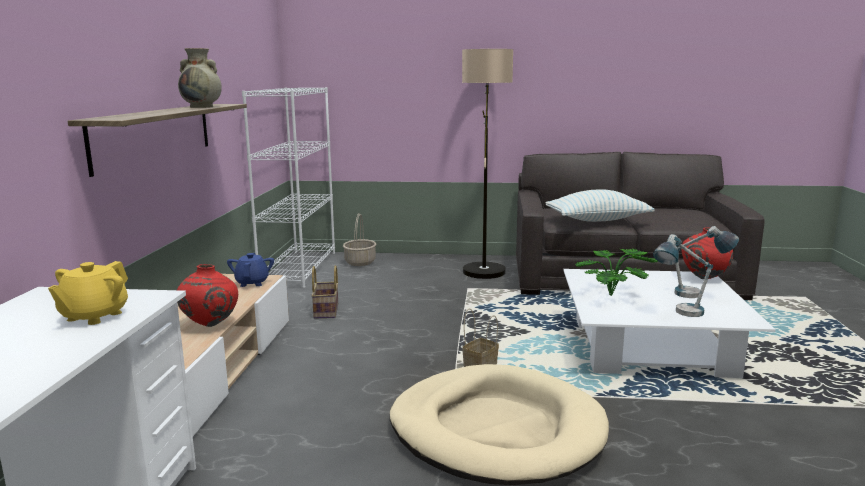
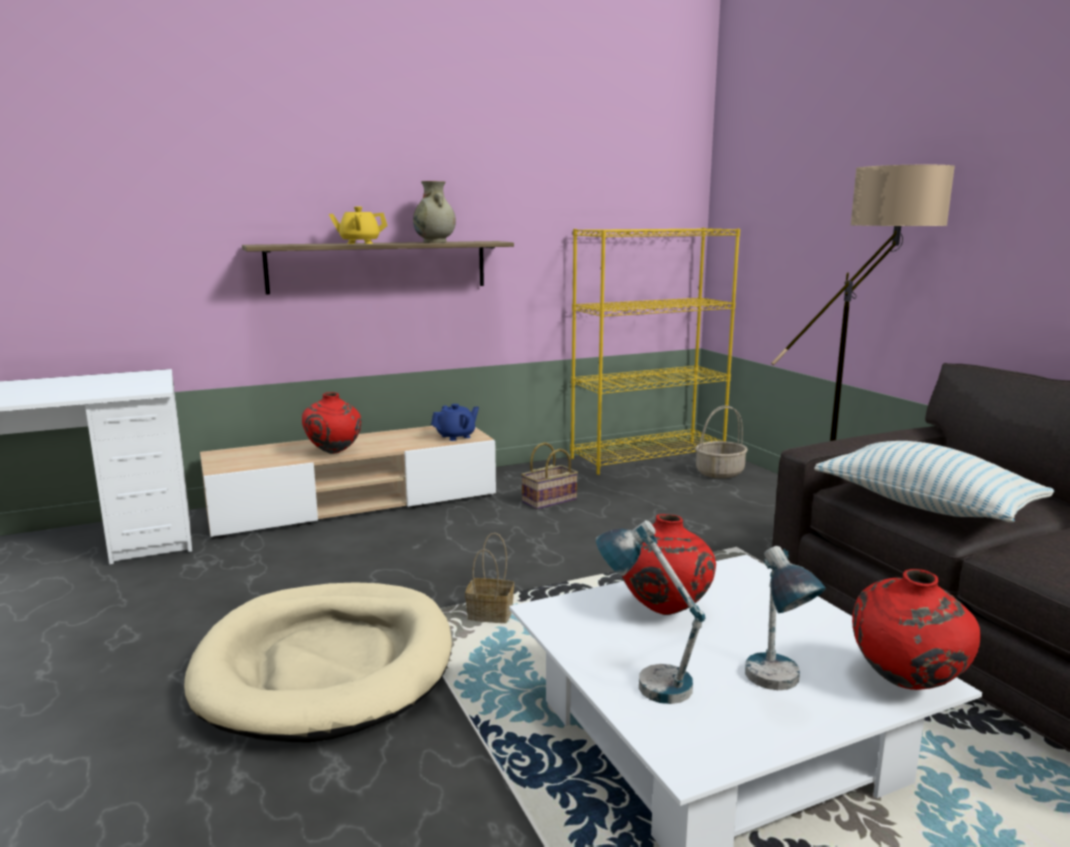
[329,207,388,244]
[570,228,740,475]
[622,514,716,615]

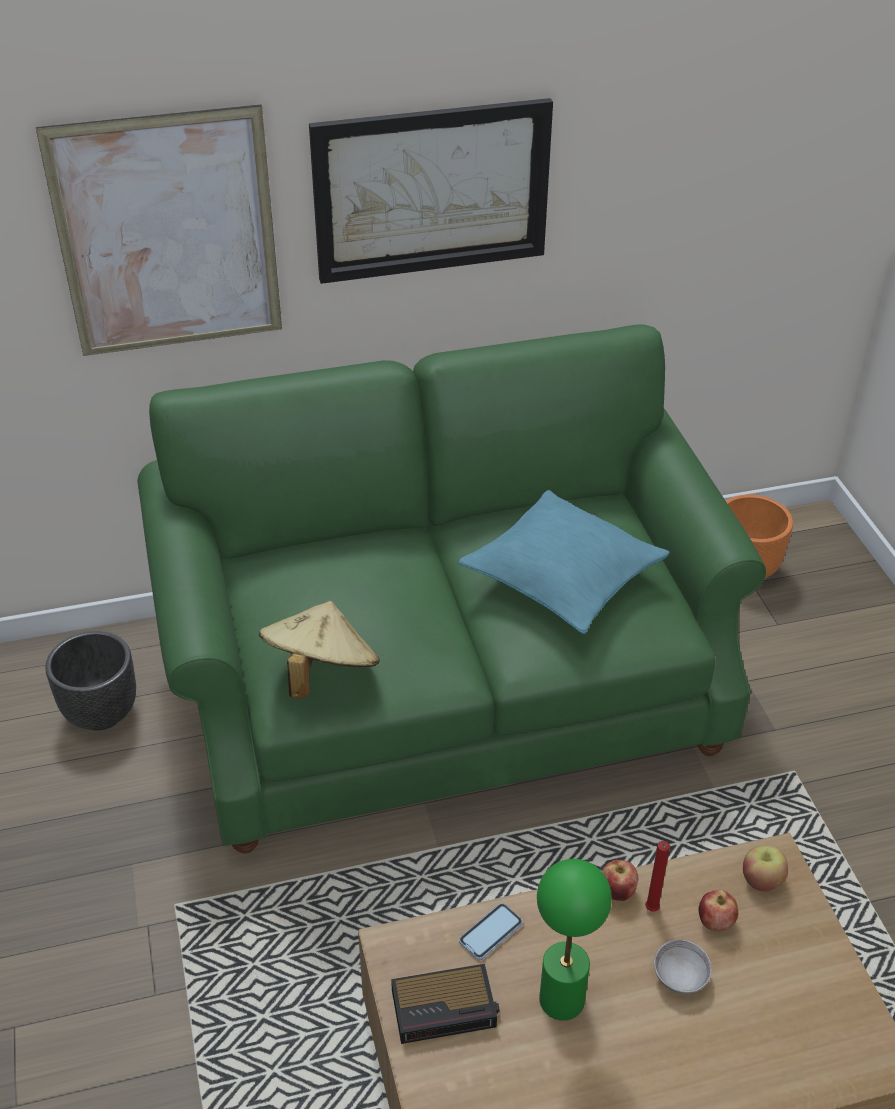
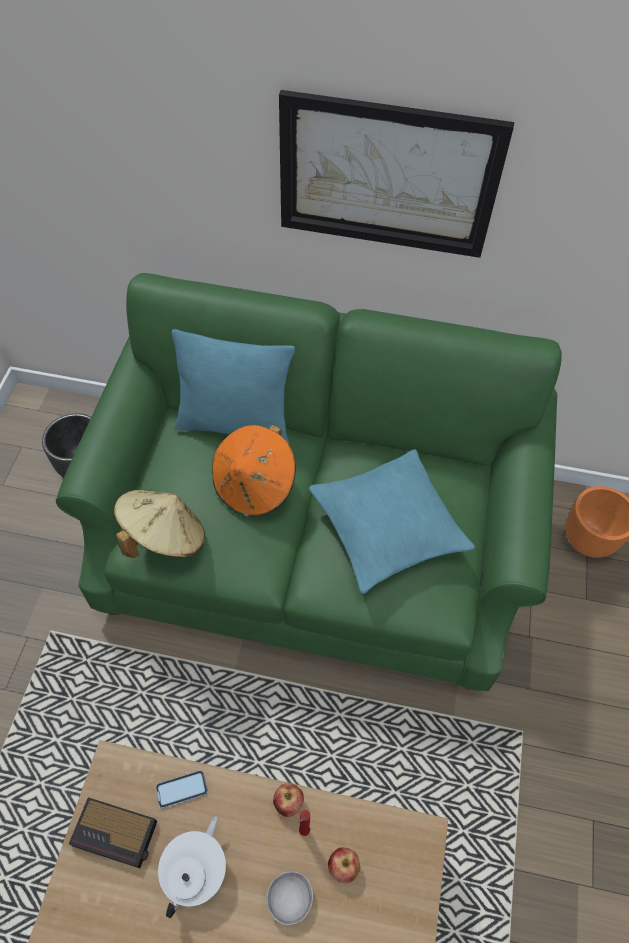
[158,816,226,918]
[171,329,295,444]
[212,425,296,517]
[36,104,282,356] (first image)
[743,846,788,892] (first image)

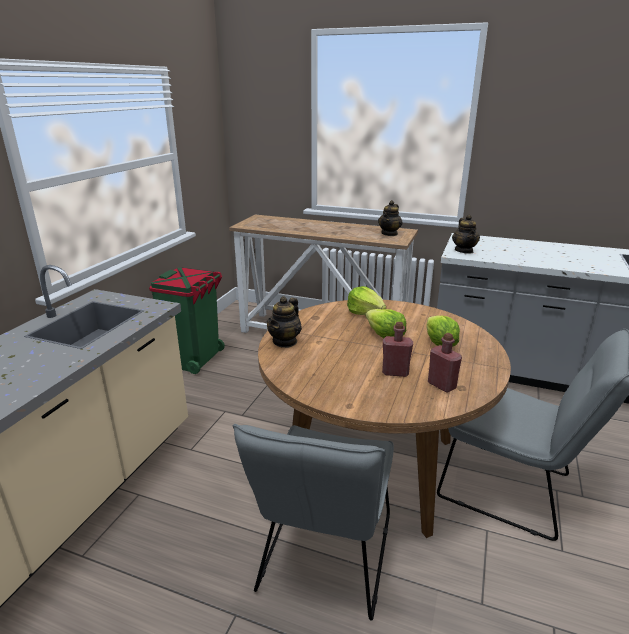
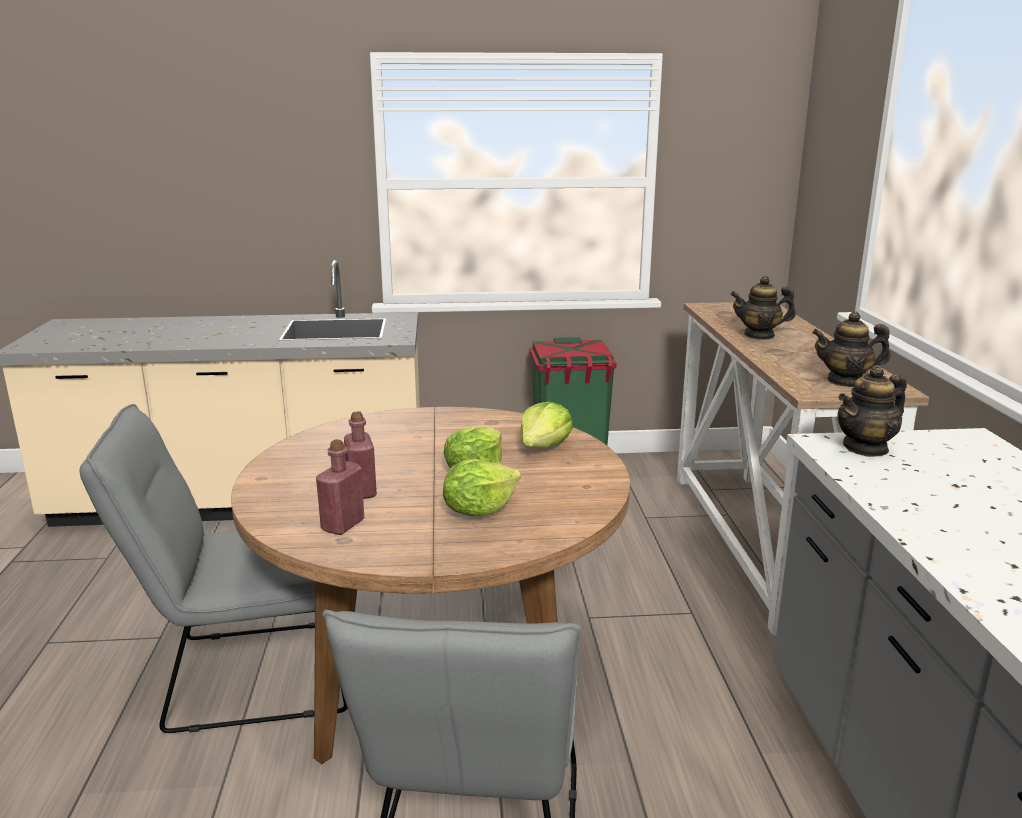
[730,276,796,340]

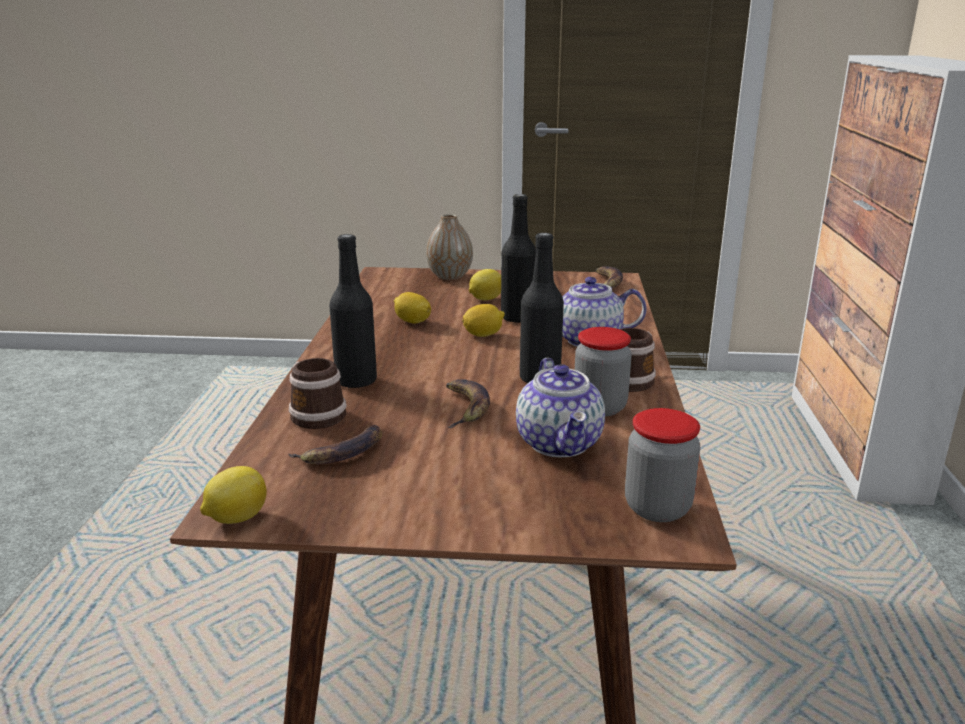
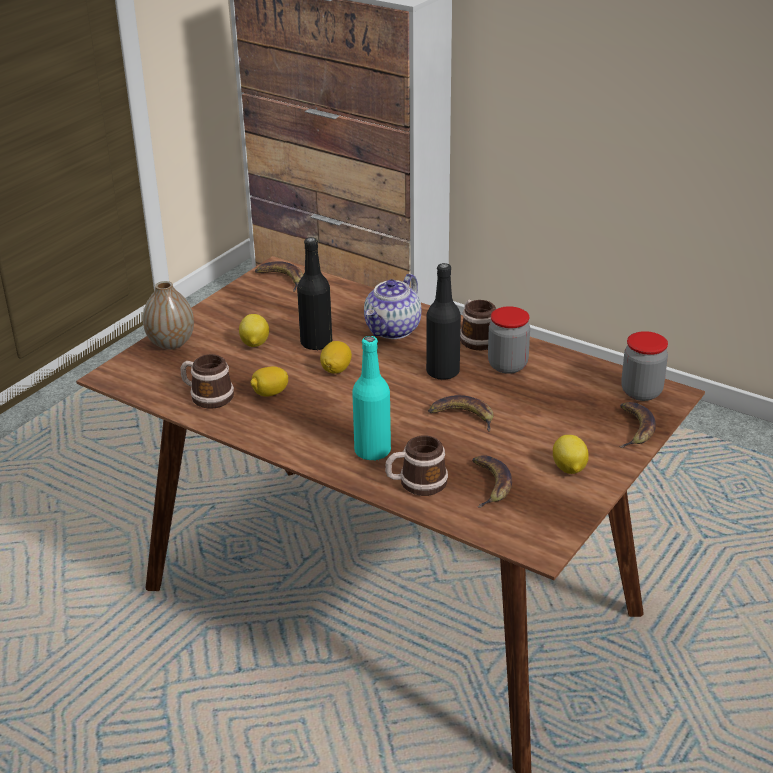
[180,354,234,409]
[352,336,391,460]
[553,435,589,474]
[620,402,656,448]
[516,358,605,457] (first image)

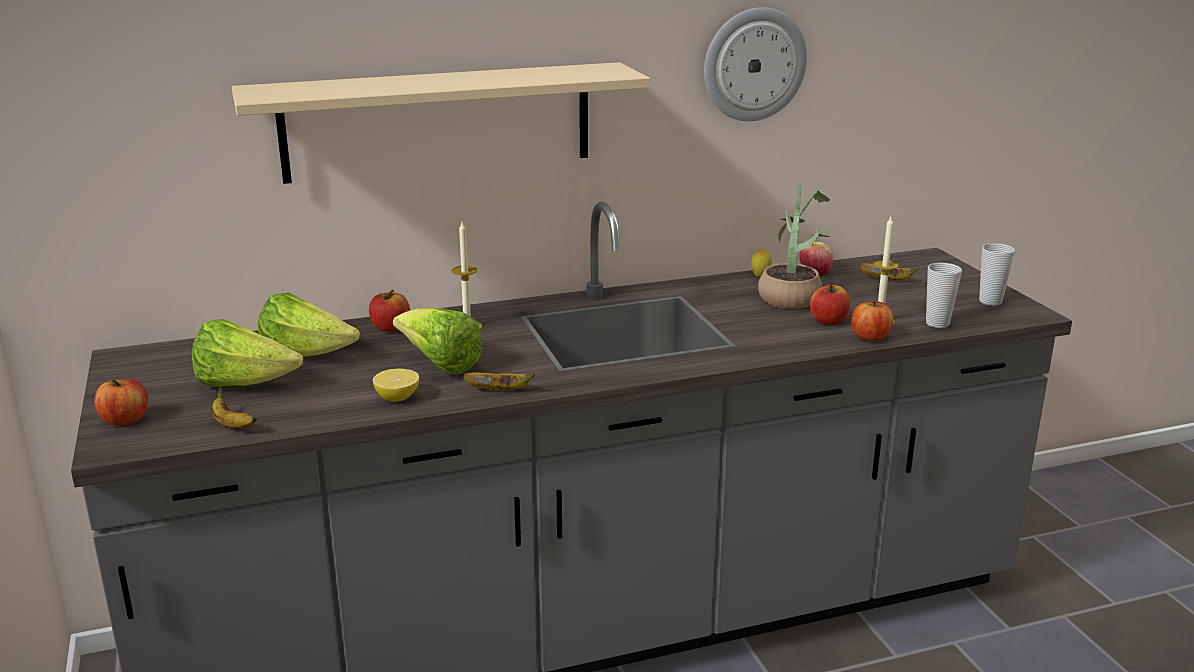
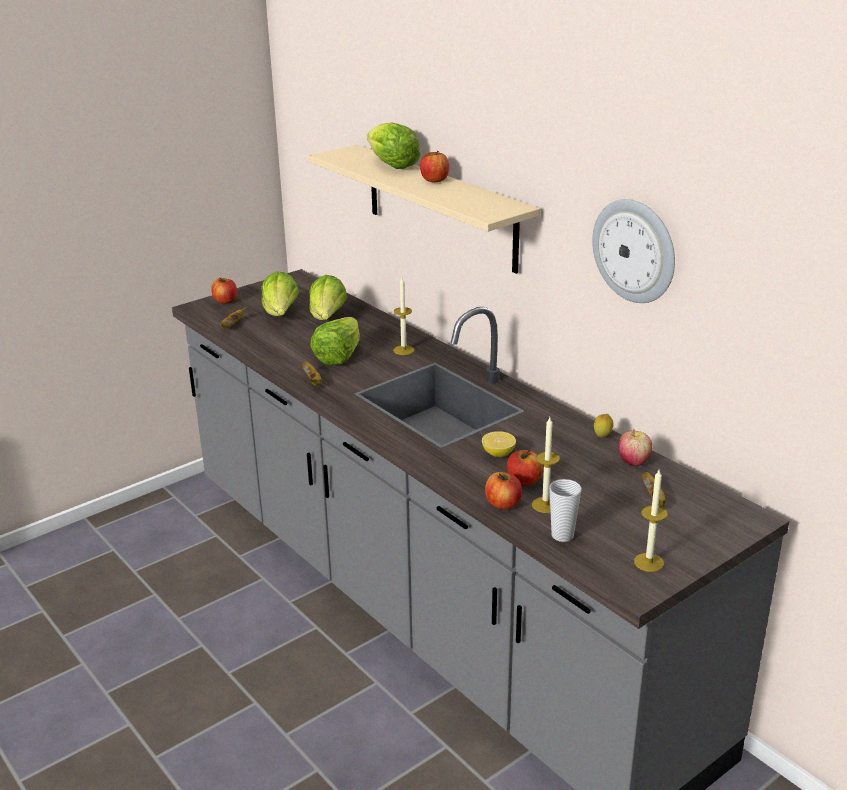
[367,122,421,169]
[420,151,449,182]
[482,431,516,457]
[634,470,667,572]
[758,182,830,309] (first image)

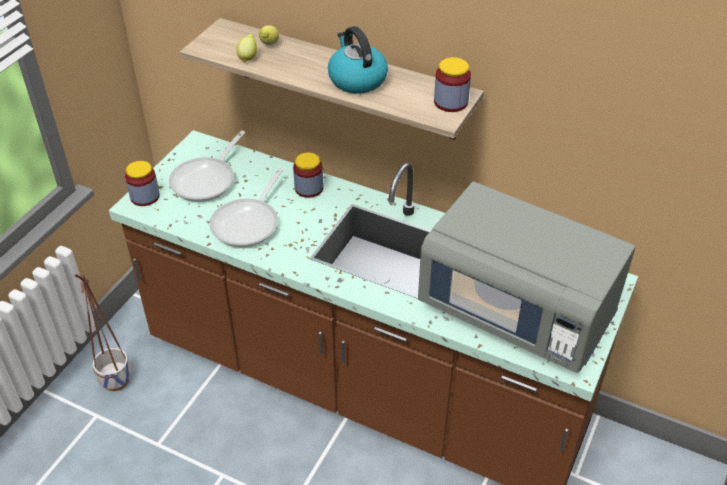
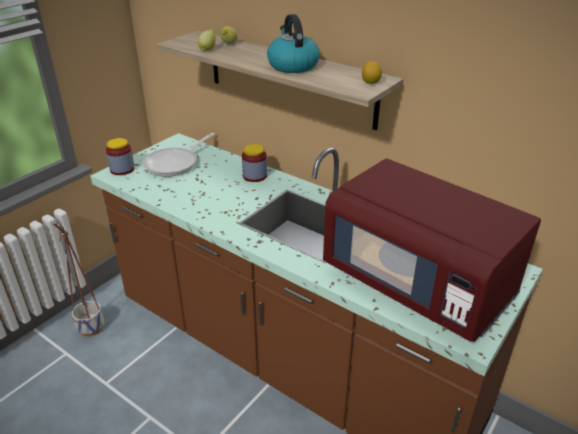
[323,159,541,342]
[362,61,382,84]
[210,168,283,247] (first image)

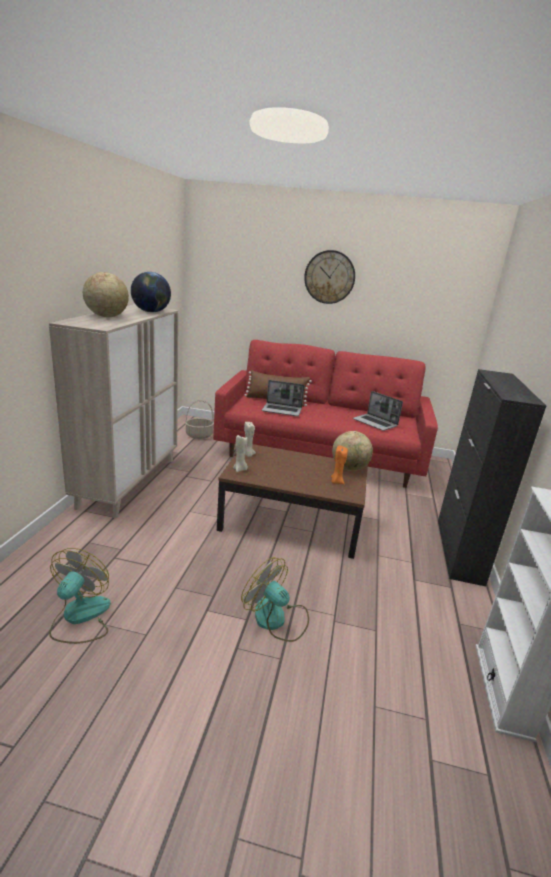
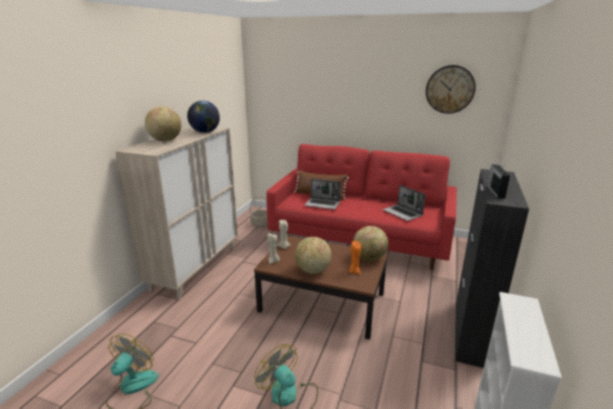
[295,237,331,274]
[426,65,476,114]
[487,164,510,198]

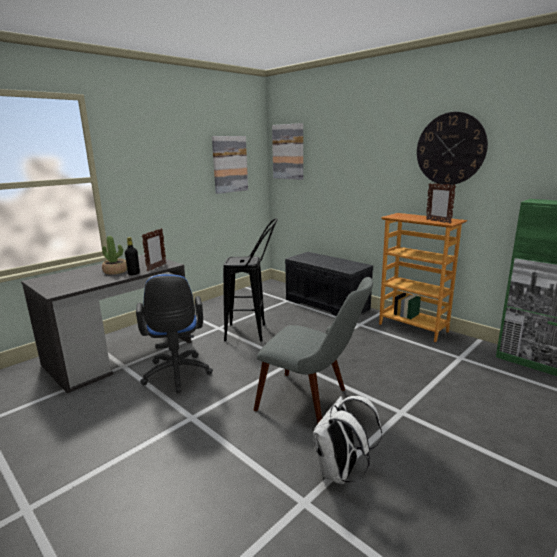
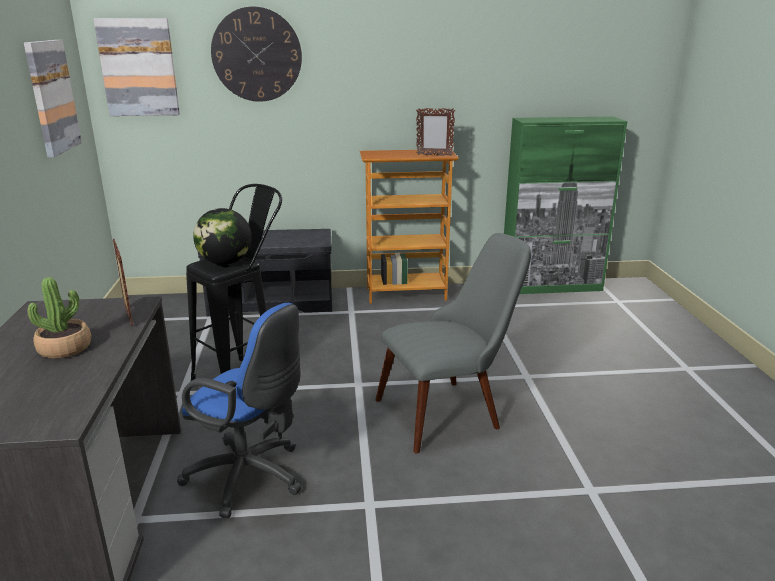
[193,208,252,265]
[211,7,302,102]
[125,237,140,275] (first image)
[313,396,382,484] (first image)

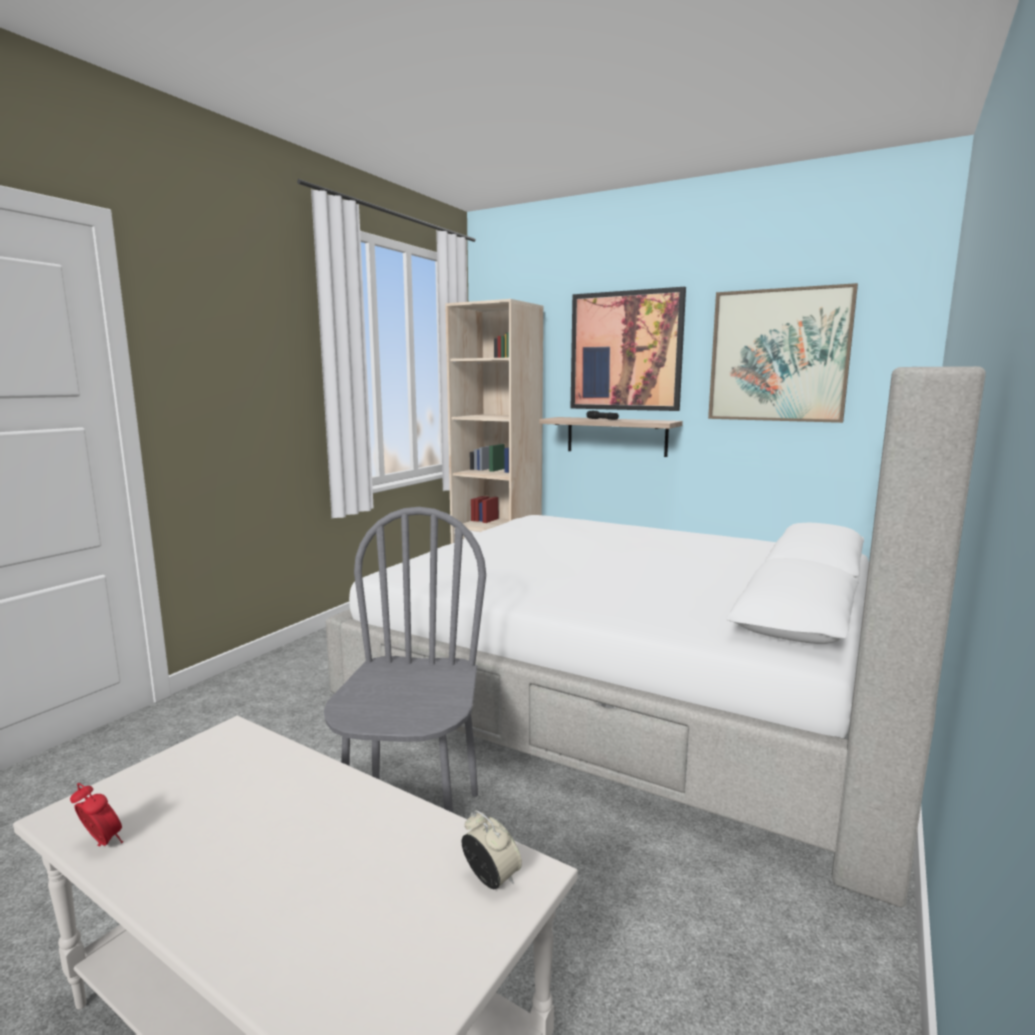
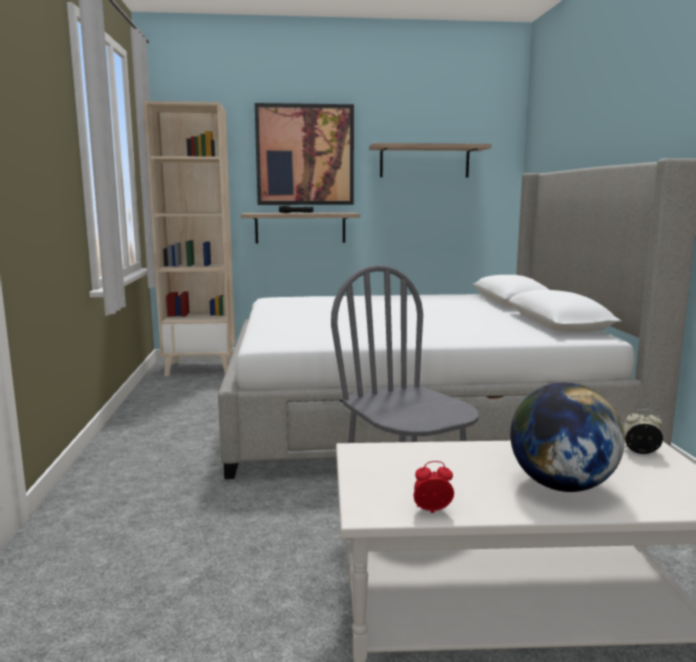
[369,143,492,177]
[510,383,625,492]

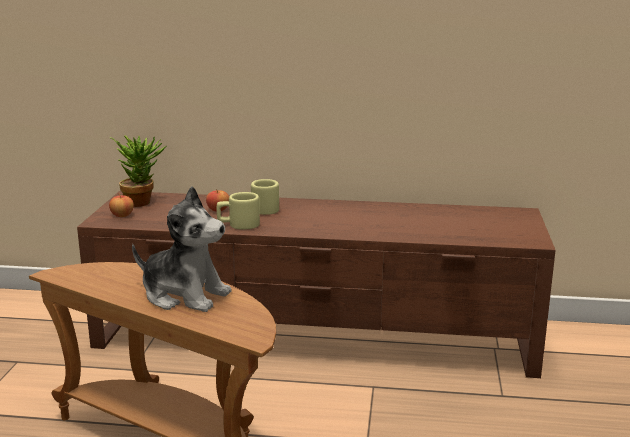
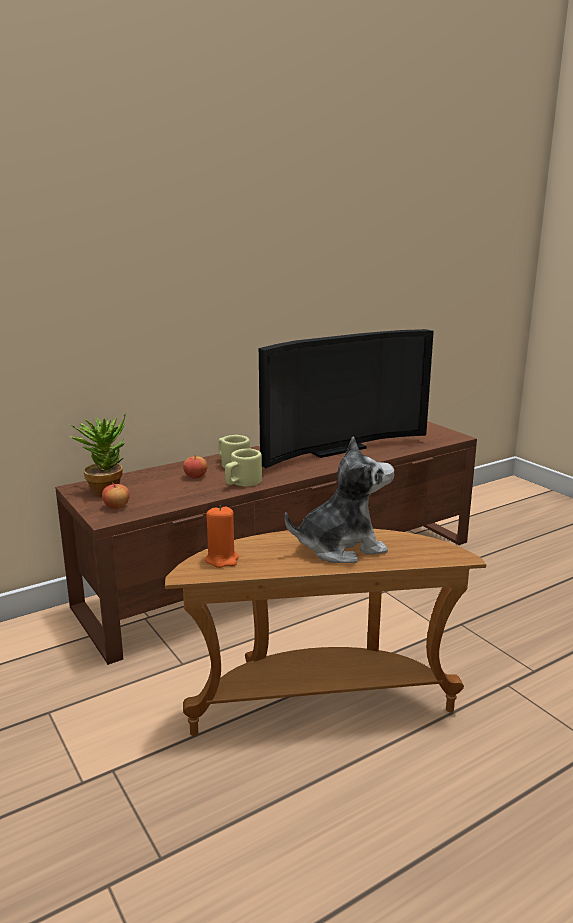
[205,505,239,568]
[259,329,434,468]

